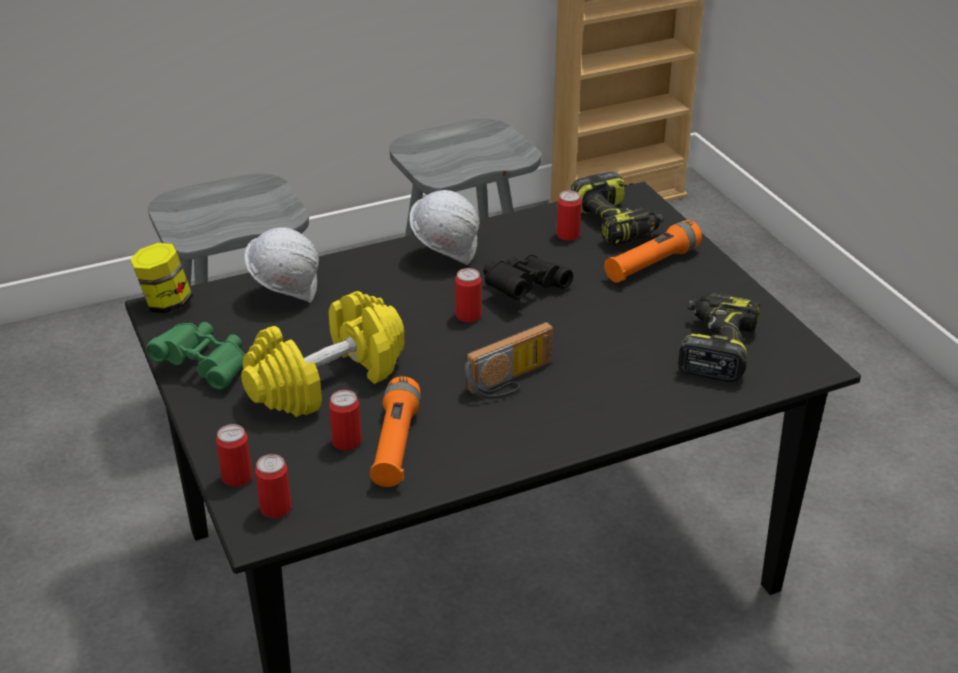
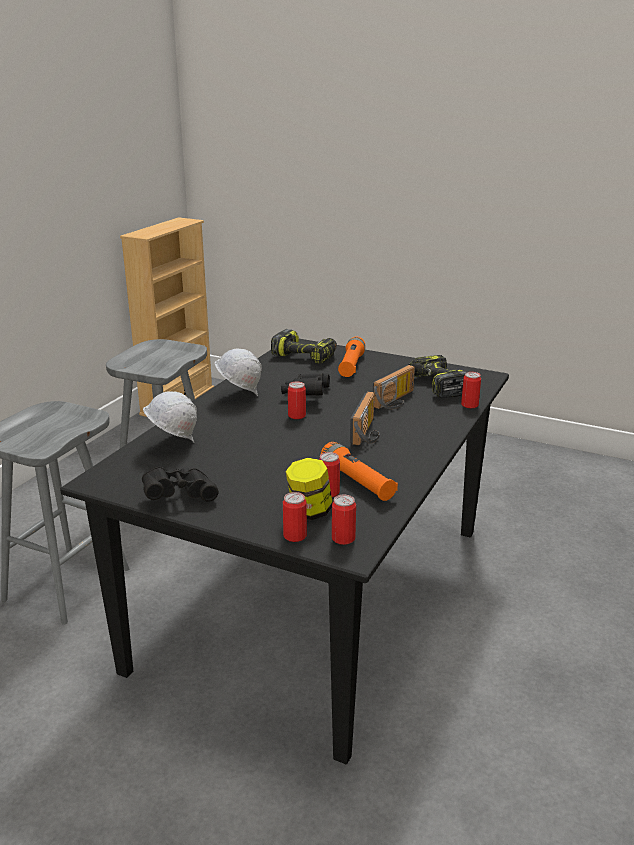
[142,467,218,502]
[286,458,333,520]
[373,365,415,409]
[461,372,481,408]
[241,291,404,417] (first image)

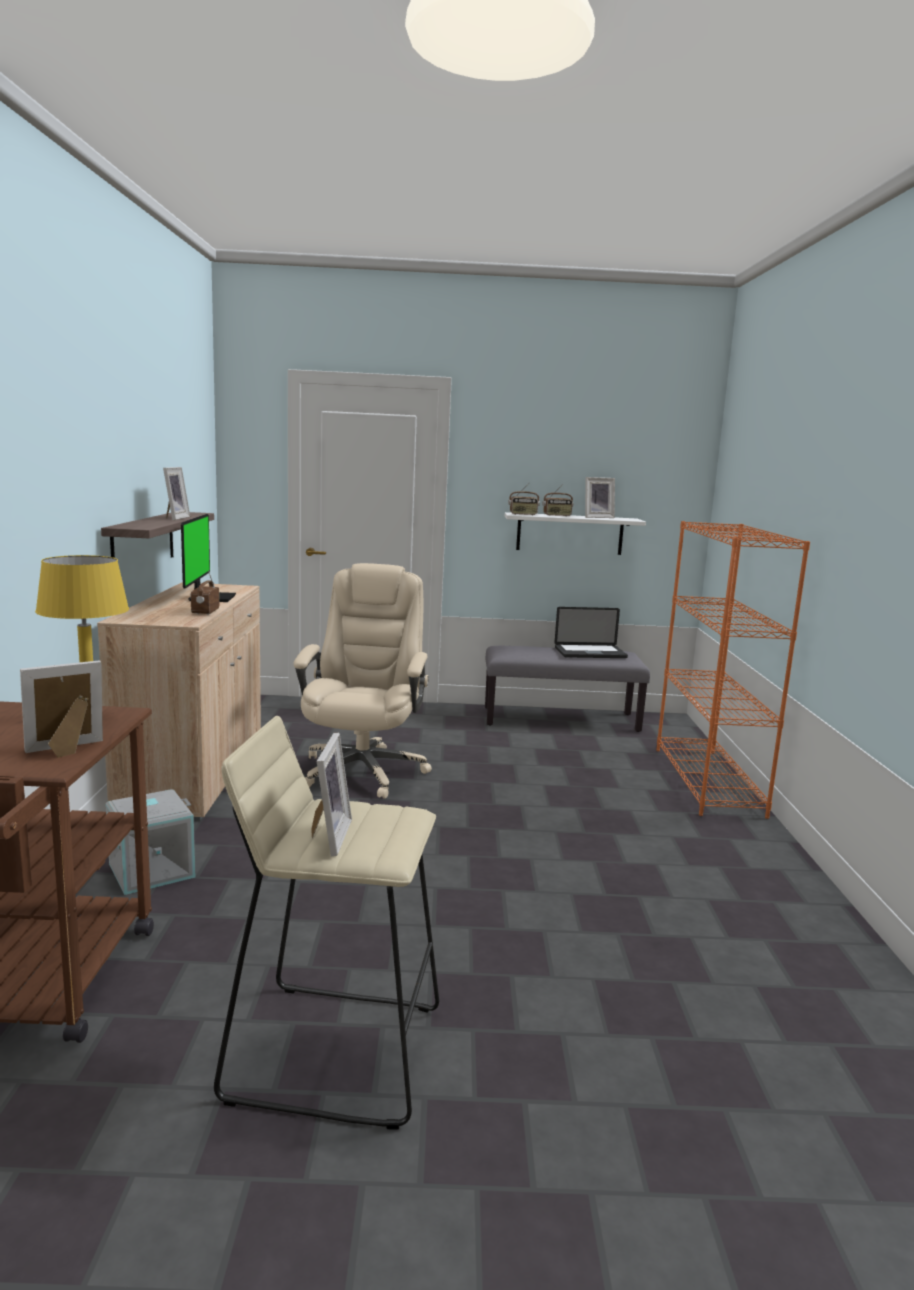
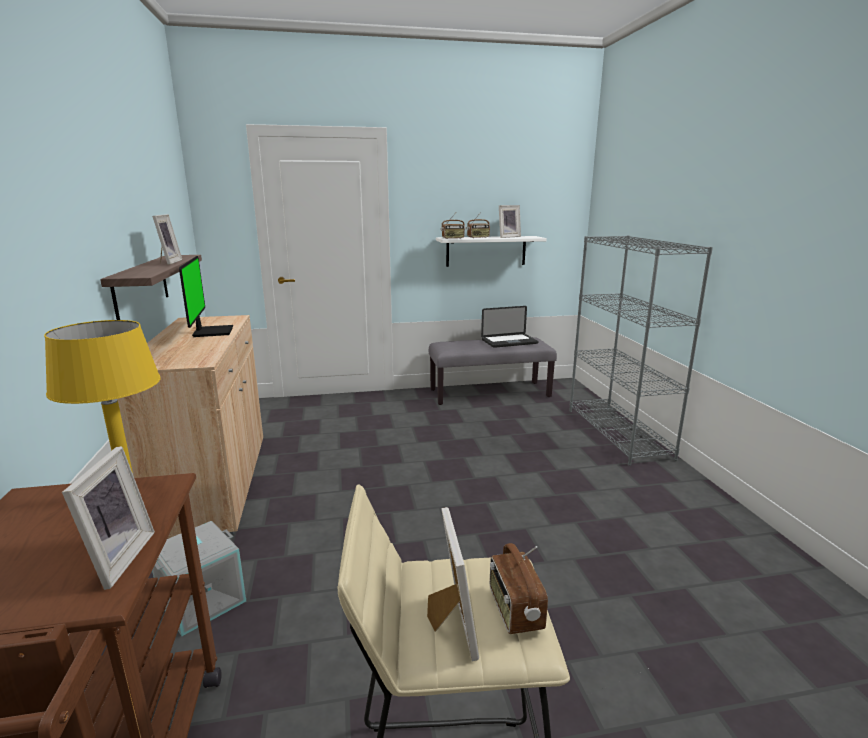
[62,446,155,590]
[490,543,548,634]
[569,236,713,466]
[294,563,432,799] (first image)

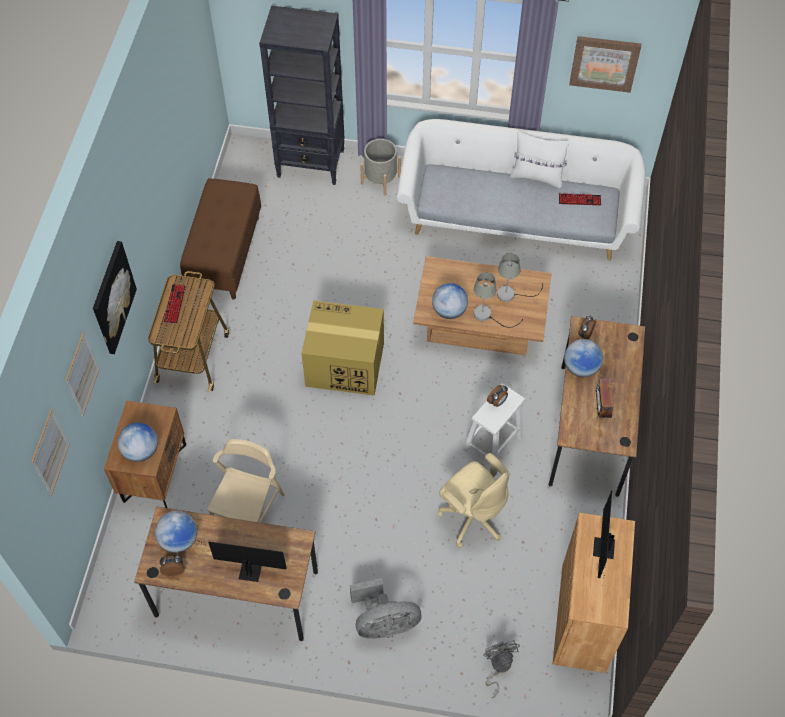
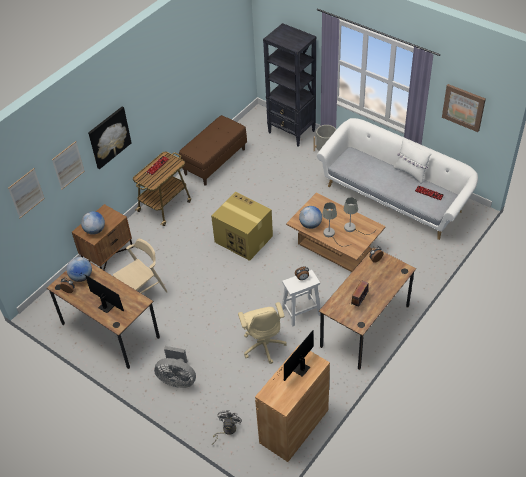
[564,339,603,377] (first image)

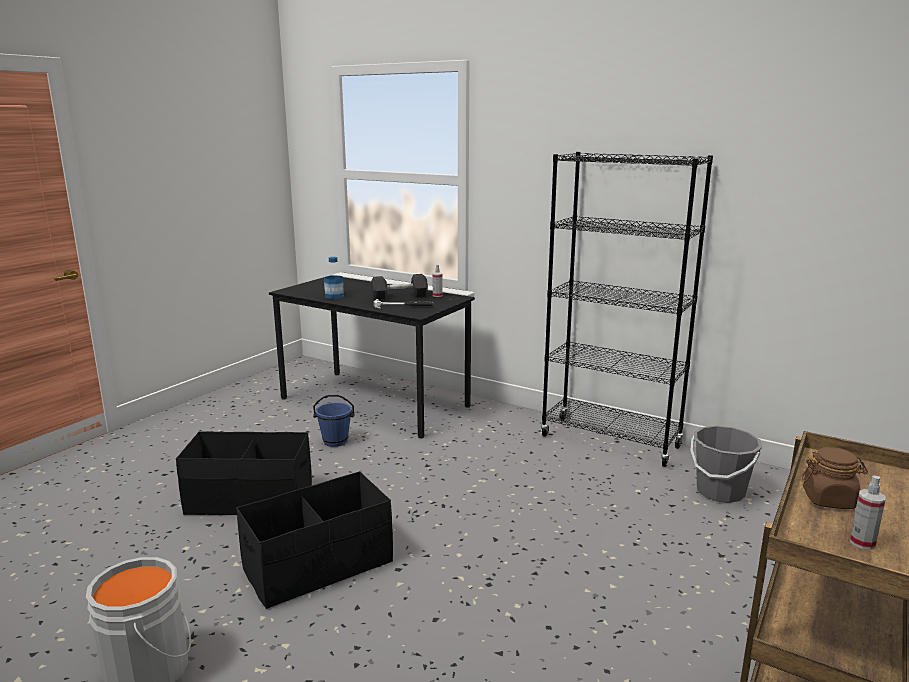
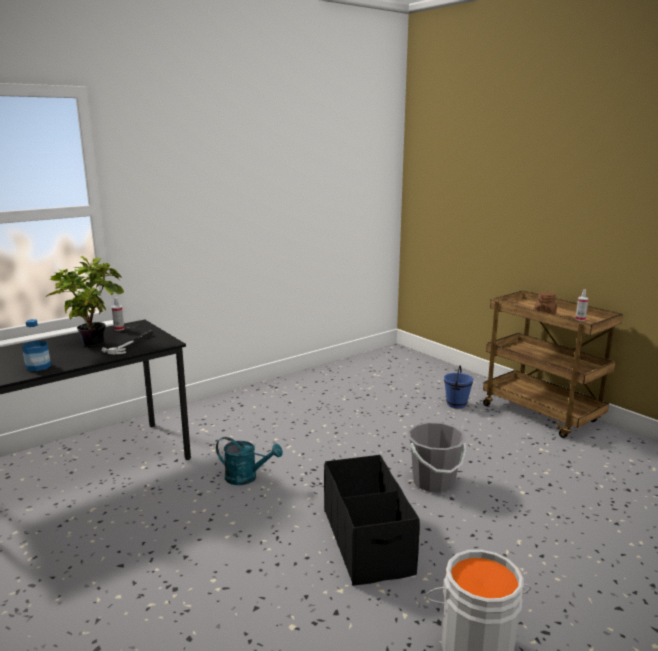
[45,256,124,346]
[216,437,283,485]
[408,422,466,493]
[444,365,473,409]
[176,431,312,515] (first image)
[541,152,713,467] (first image)

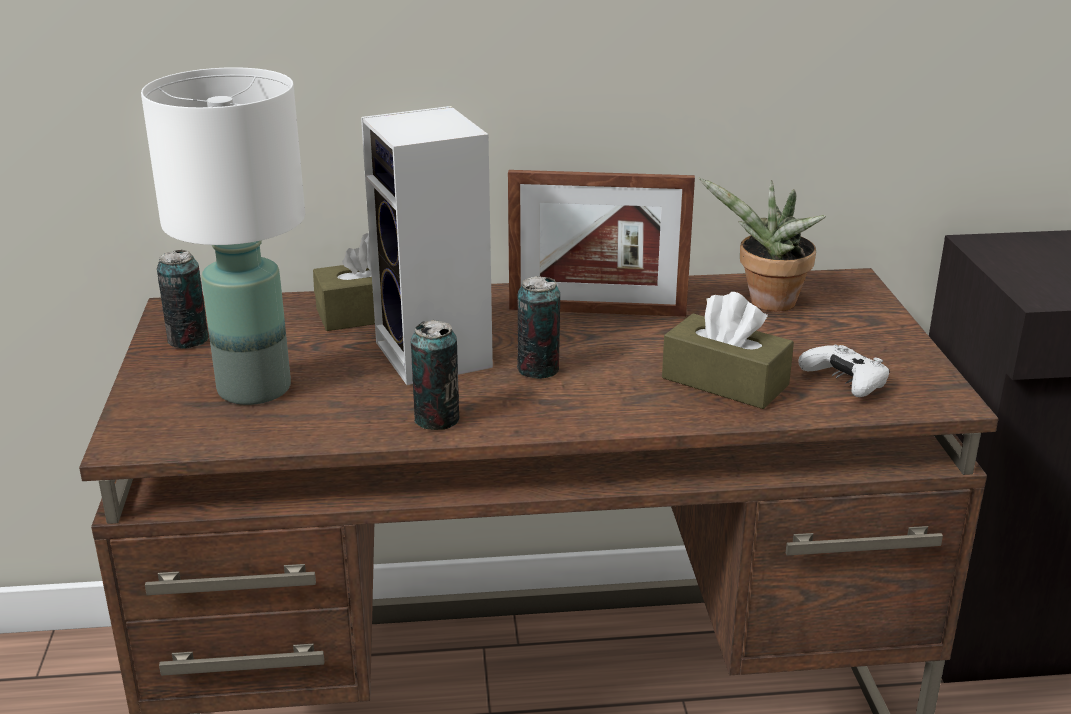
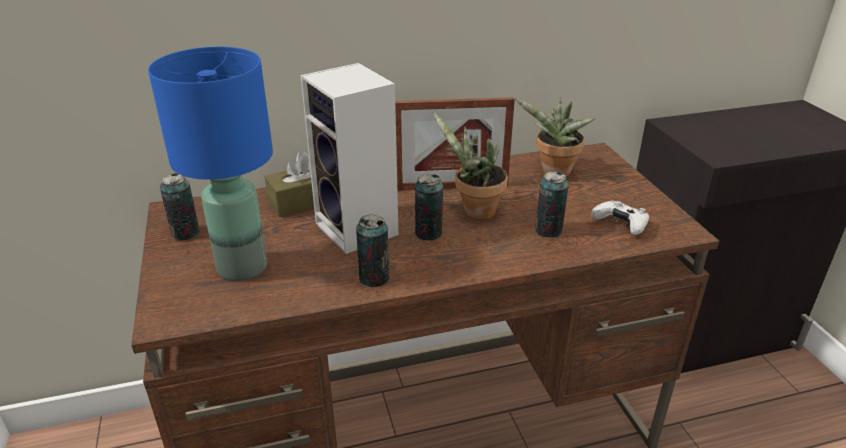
[148,47,273,281]
[433,111,508,220]
[535,172,569,238]

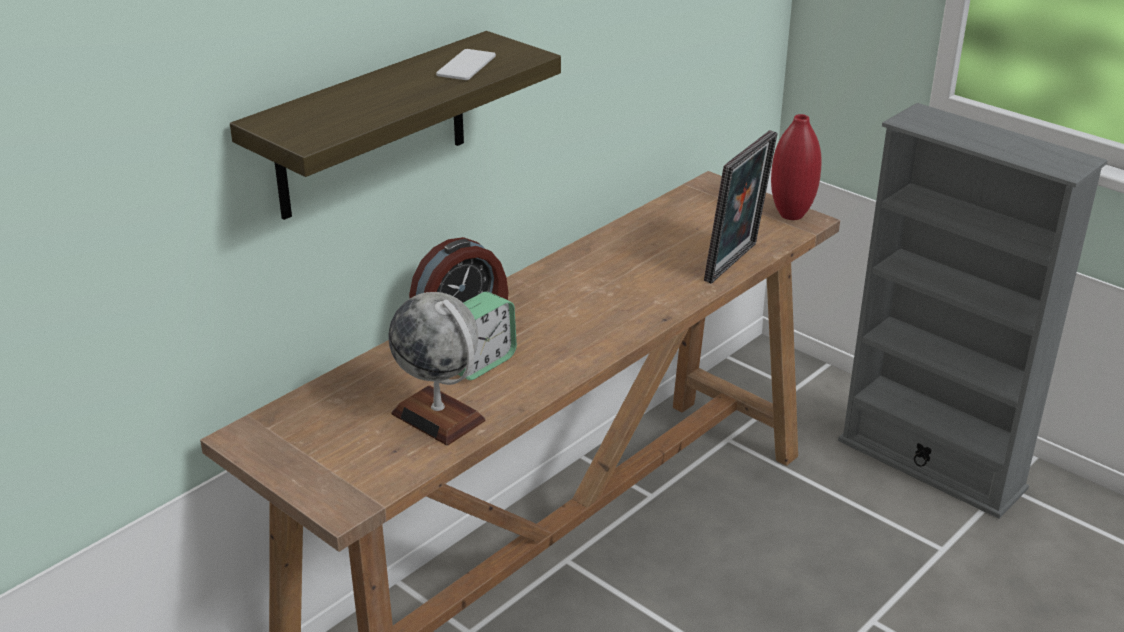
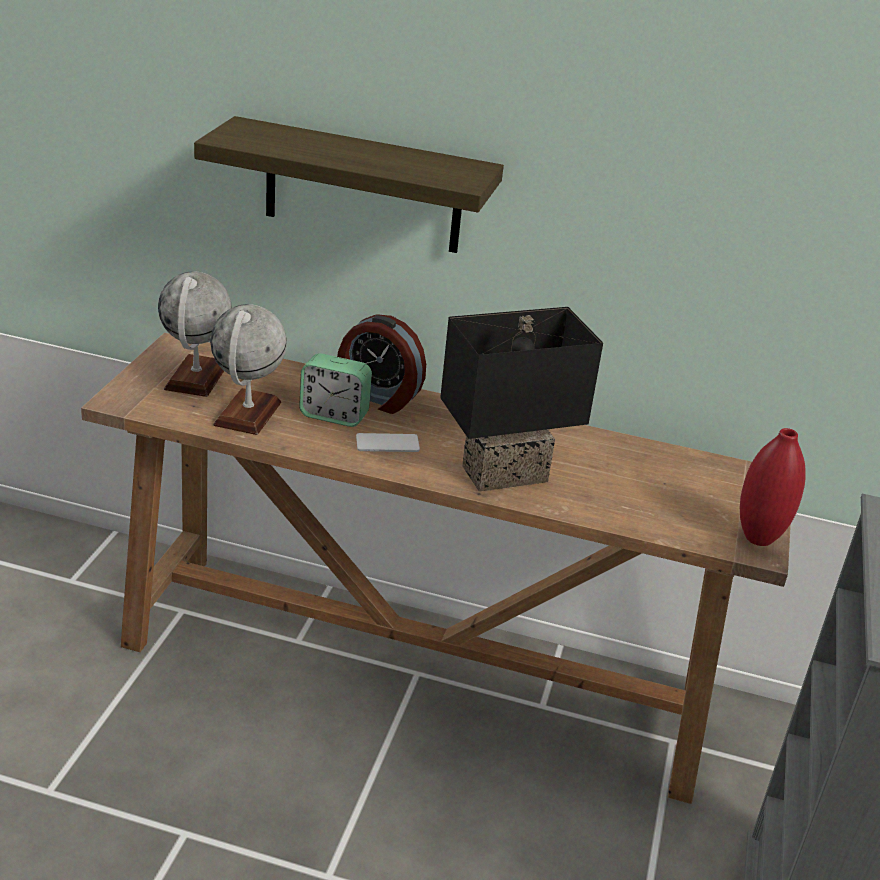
[158,271,231,397]
[356,433,420,452]
[440,307,603,492]
[704,130,778,284] (first image)

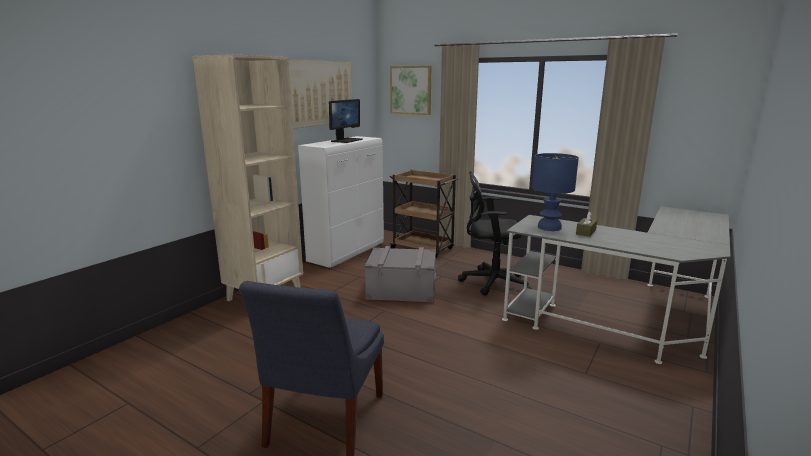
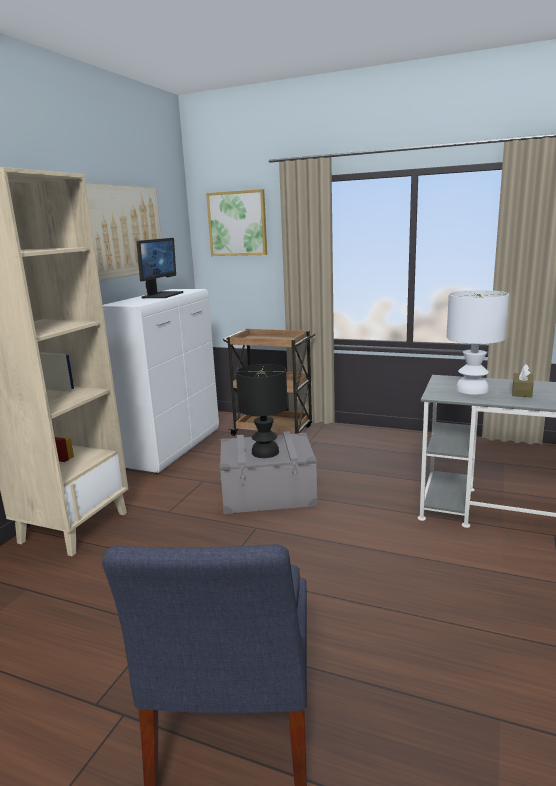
[236,364,288,458]
[447,290,509,395]
[458,171,531,296] (first image)

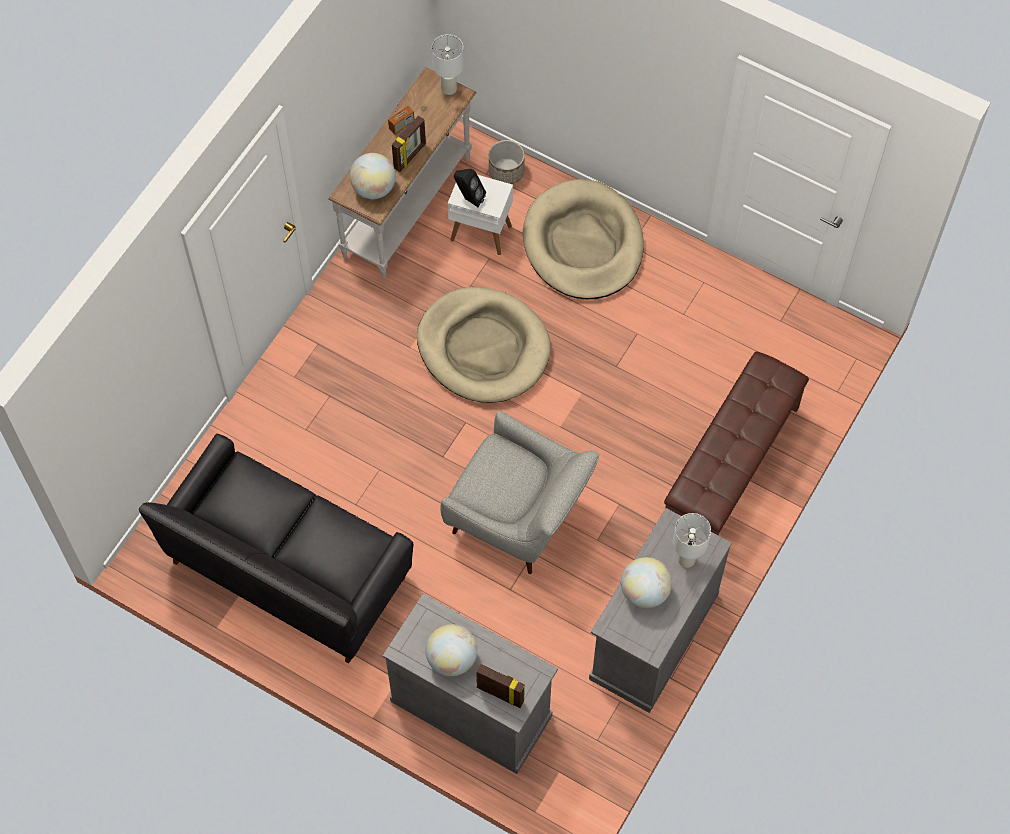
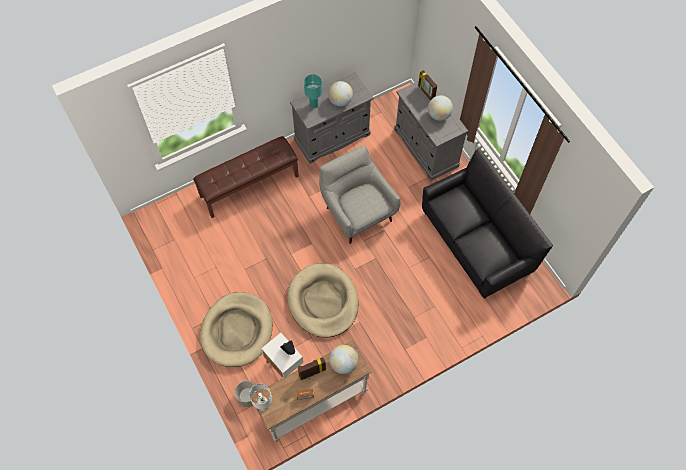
[304,74,322,108]

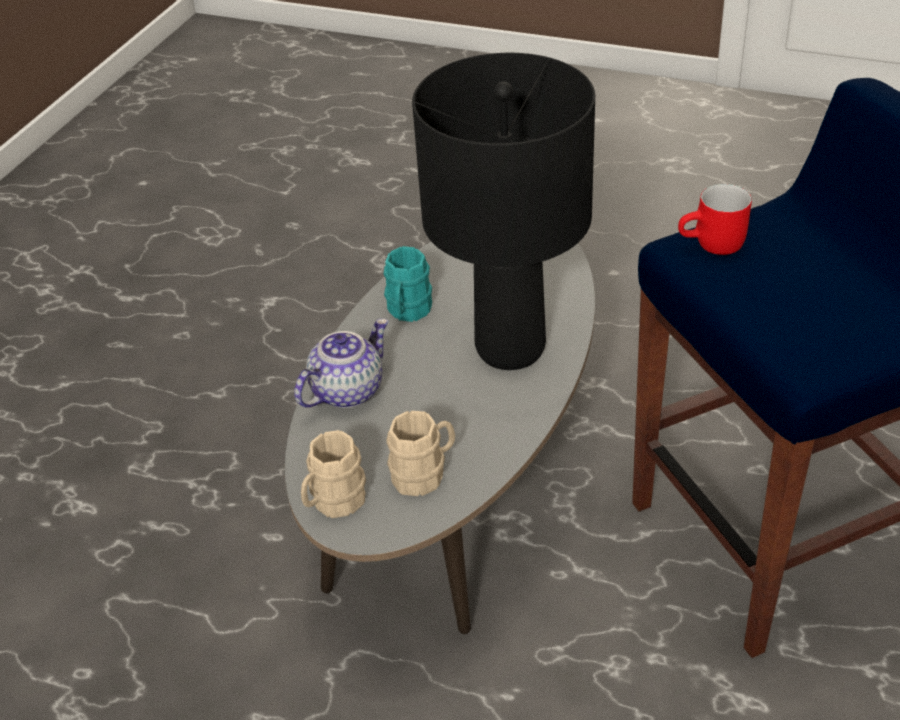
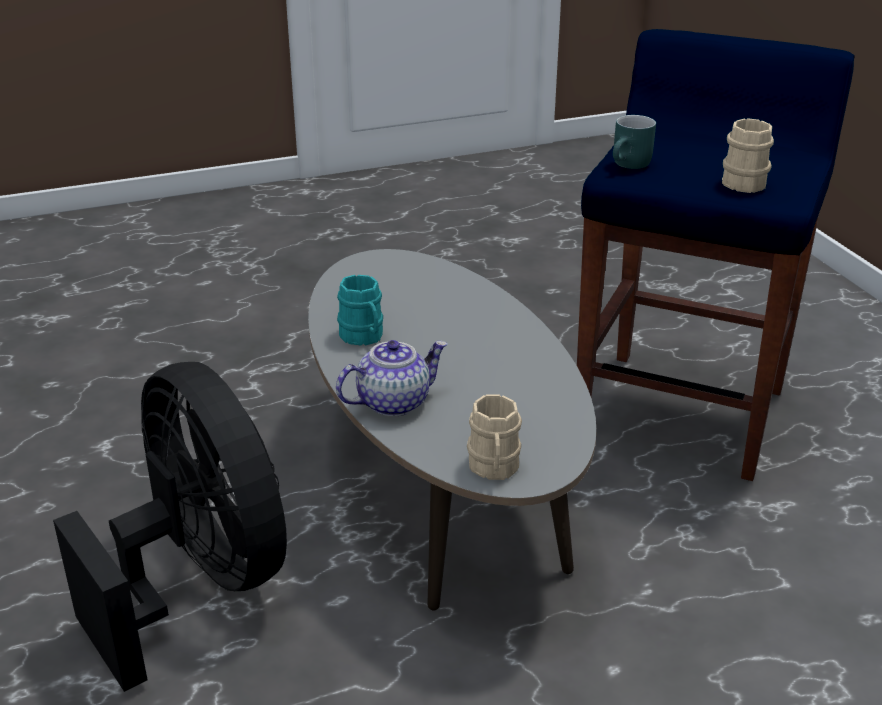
[53,362,287,692]
[336,340,448,417]
[613,115,656,169]
[722,118,774,193]
[412,53,595,370] (first image)

